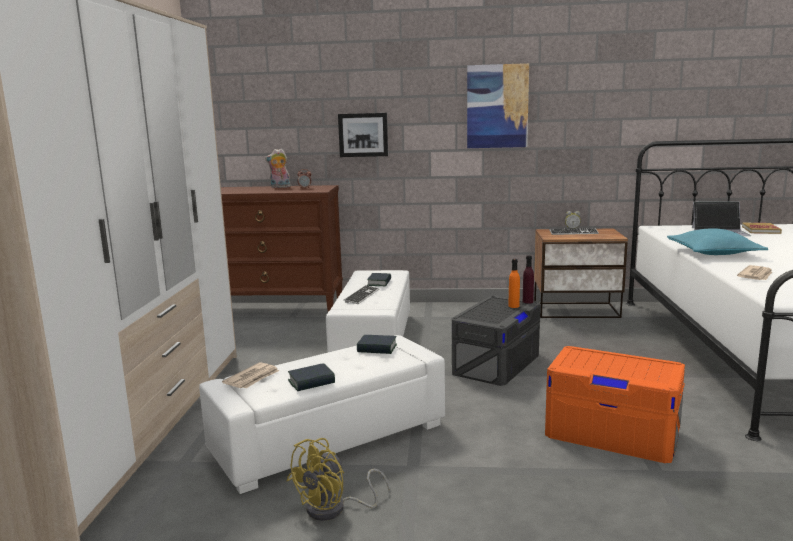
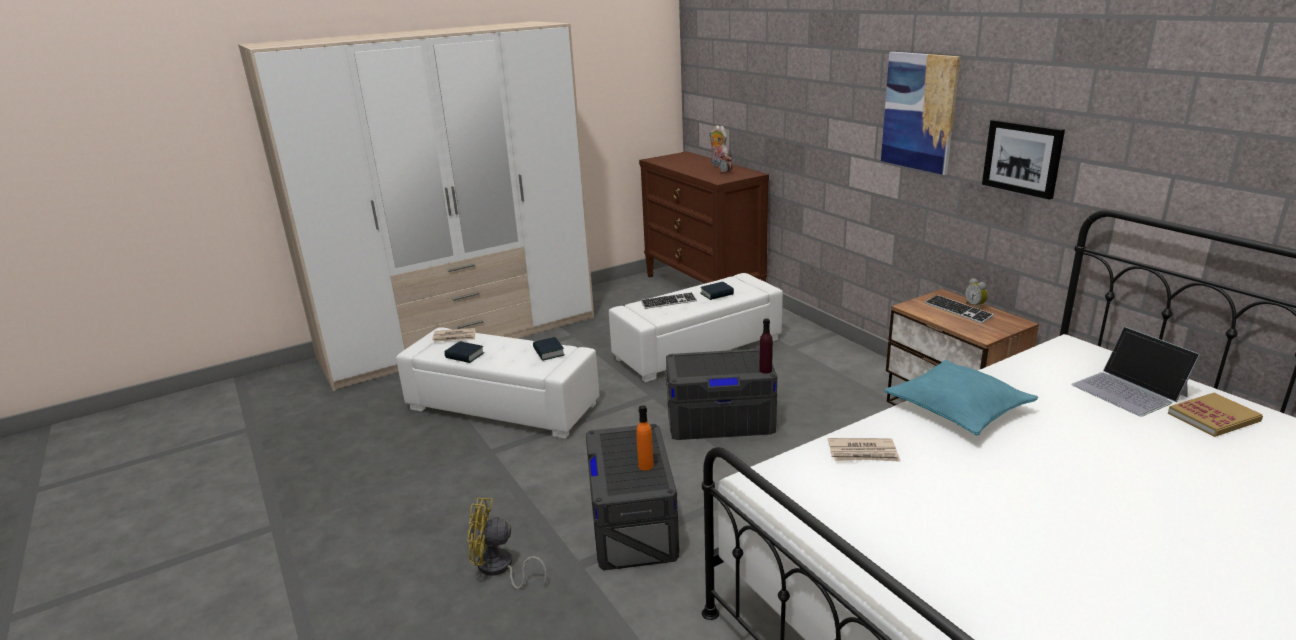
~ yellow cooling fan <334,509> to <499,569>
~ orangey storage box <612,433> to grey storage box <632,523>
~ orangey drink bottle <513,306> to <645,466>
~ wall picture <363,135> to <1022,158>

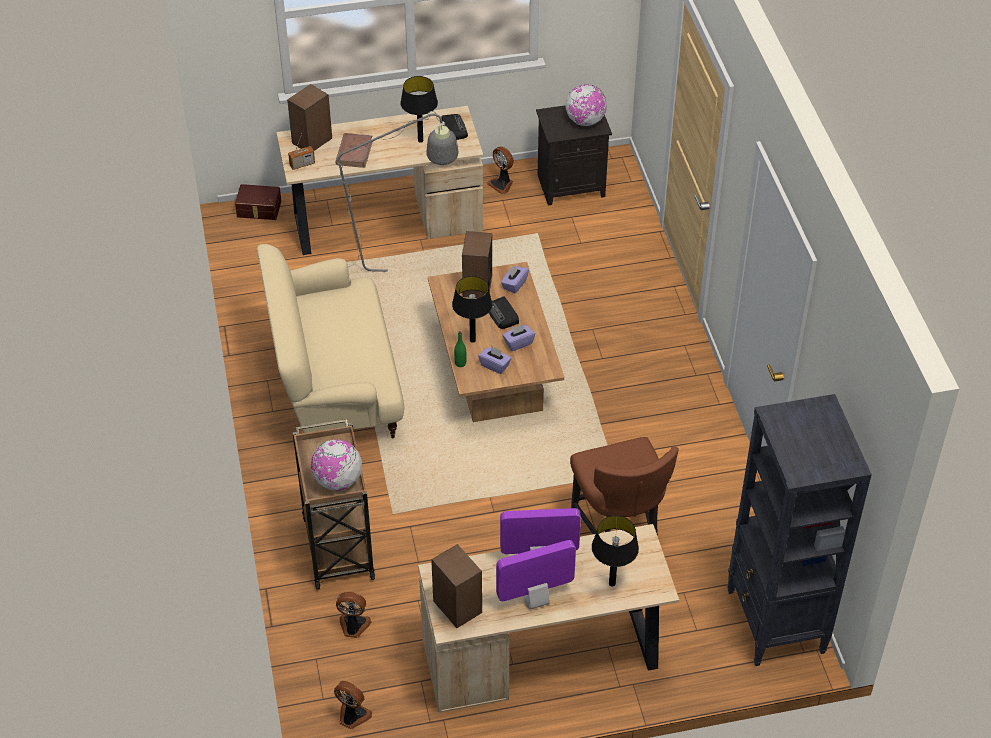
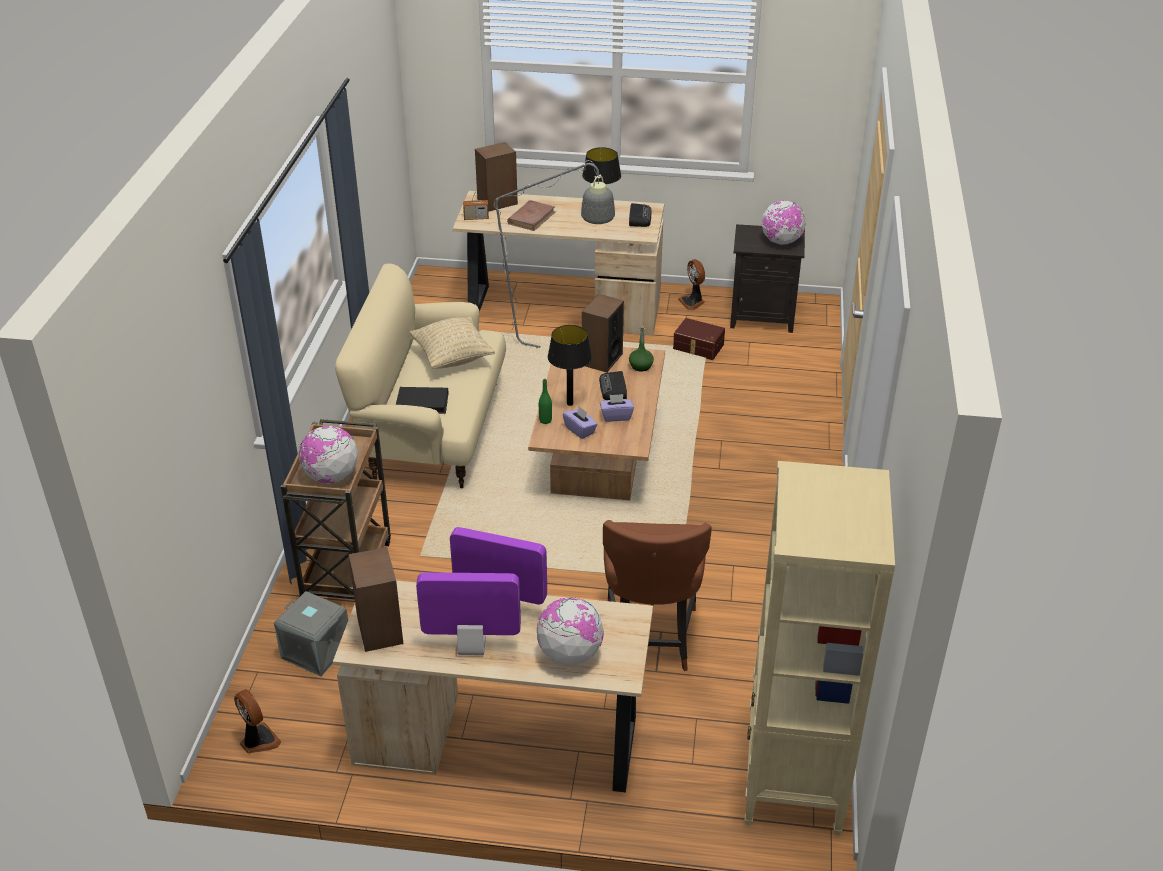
~ cooling fan <353,626> to grey storage box <315,651>
+ black-coloured book <422,403>
+ beige cushion <452,358>
~ black-coloured lamp for a table <612,583> to world globe <570,654>
~ purple-coloured tissue box <514,284> to green-coloured drink bottle <641,366>
~ brown-coloured storage box <259,209> to <698,347>
~ black-coloured bookcase <775,622> to beige bookcase <792,782>

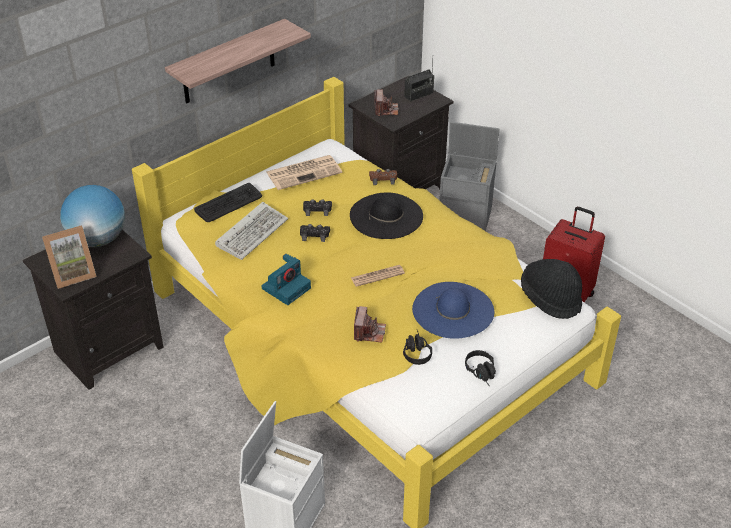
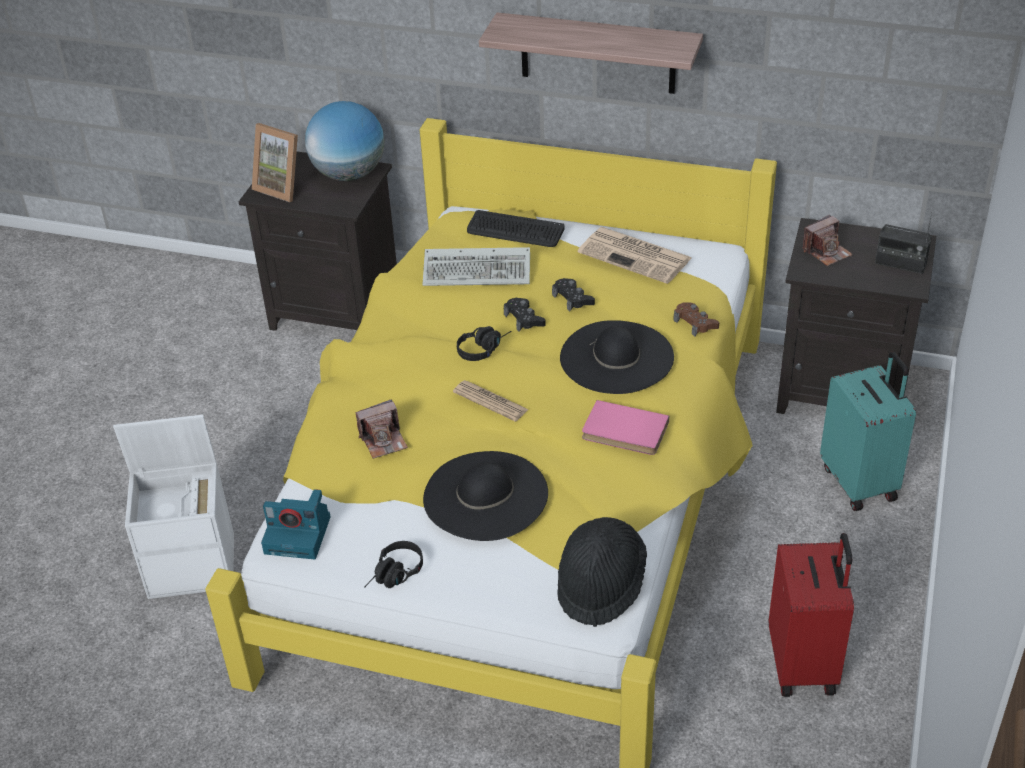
~ still camera <286,287> to <299,534>
~ blue clothing hat <453,310> to black-coloured clothing hat <485,495>
~ black-coloured headset <415,351> to <484,348>
+ pink book <624,432>
~ grey storage box <466,216> to turquoise-coloured travel case <860,482>

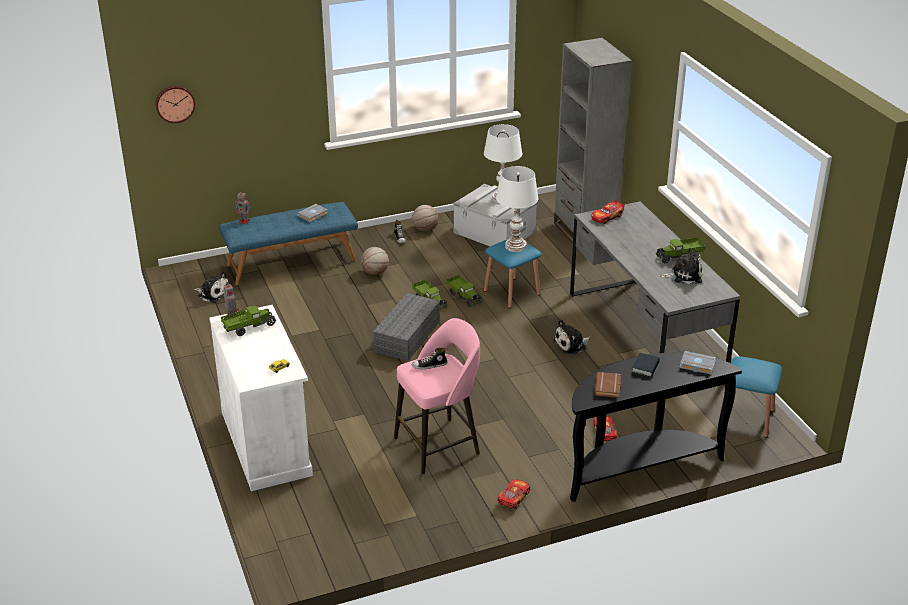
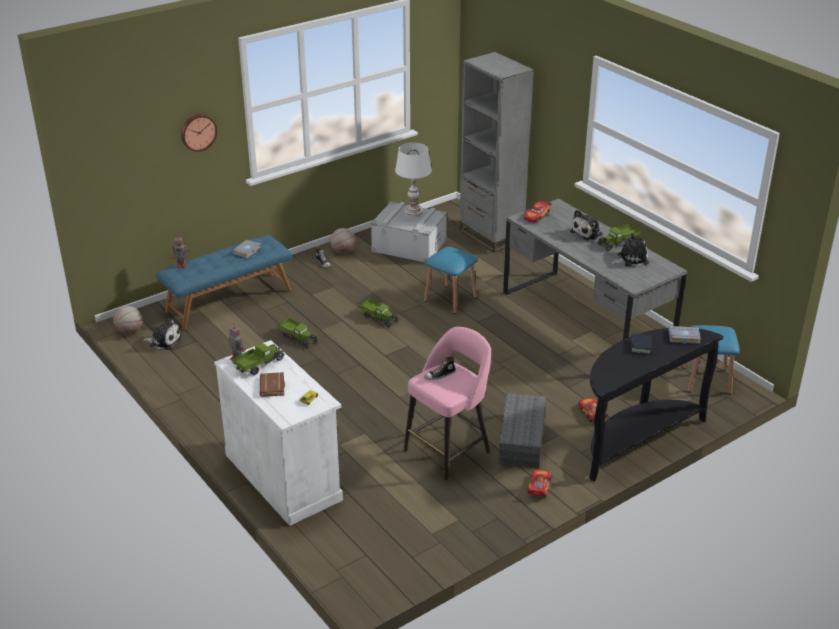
~ ball for basketball <375,272> to <130,331>
~ clock on the wall <175,103> to <198,132>
~ brown-coloured book <608,388> to <273,387>
~ model truck <464,297> to <298,338>
~ grey storage box <407,335> to <521,439>
~ plush toy <571,345> to <588,233>
- whitish lamp for a table <515,246>

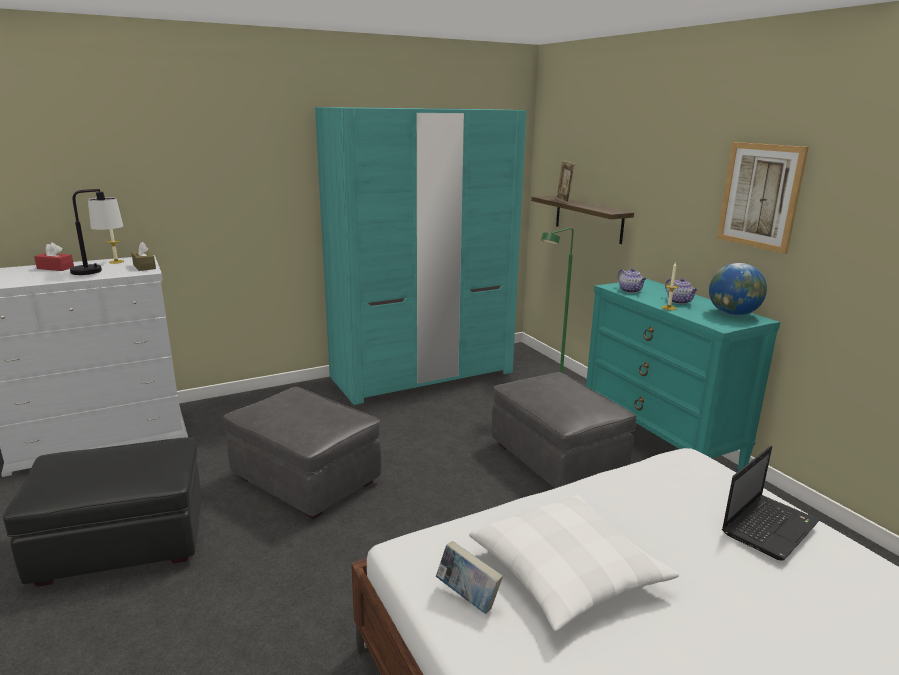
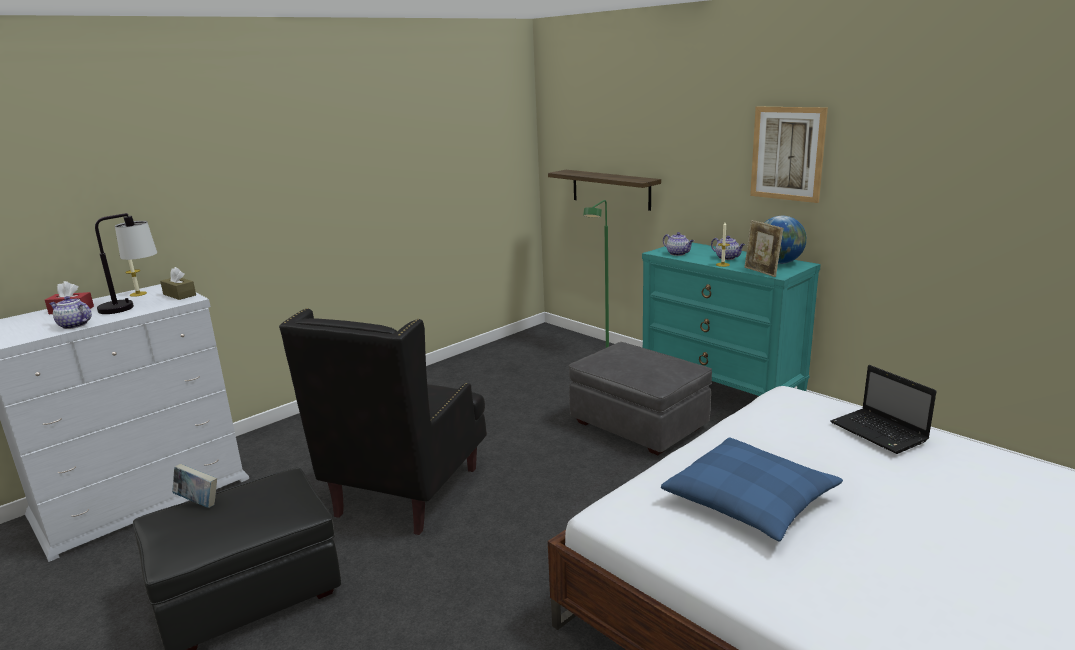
+ teapot <73,325>
~ book <467,597> to <198,502>
~ grey pouffe <305,480> to black-coloured armchair <407,493>
~ whitish cushion <567,572> to blue cushion <750,501>
~ standing frame <564,201> to <761,272>
~ portable computer <769,526> = <880,433> 120 degrees clockwise
- turquoise-coloured clothes cupboard <422,375>

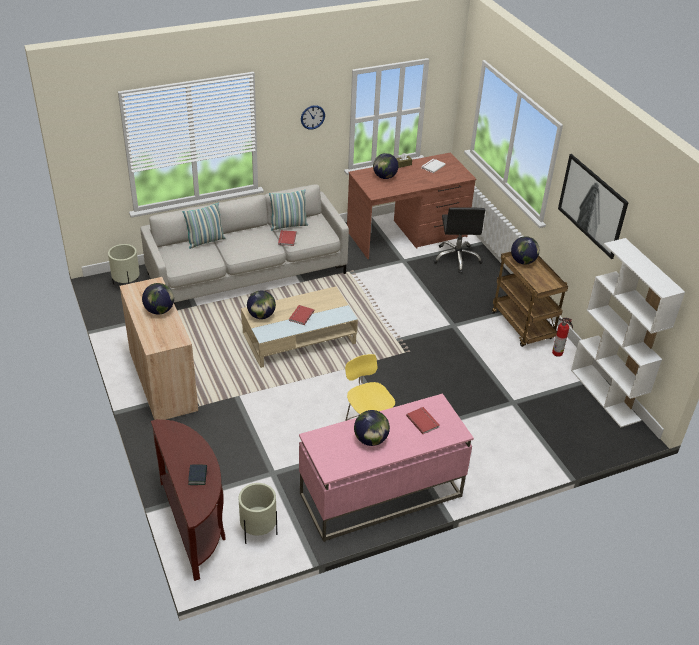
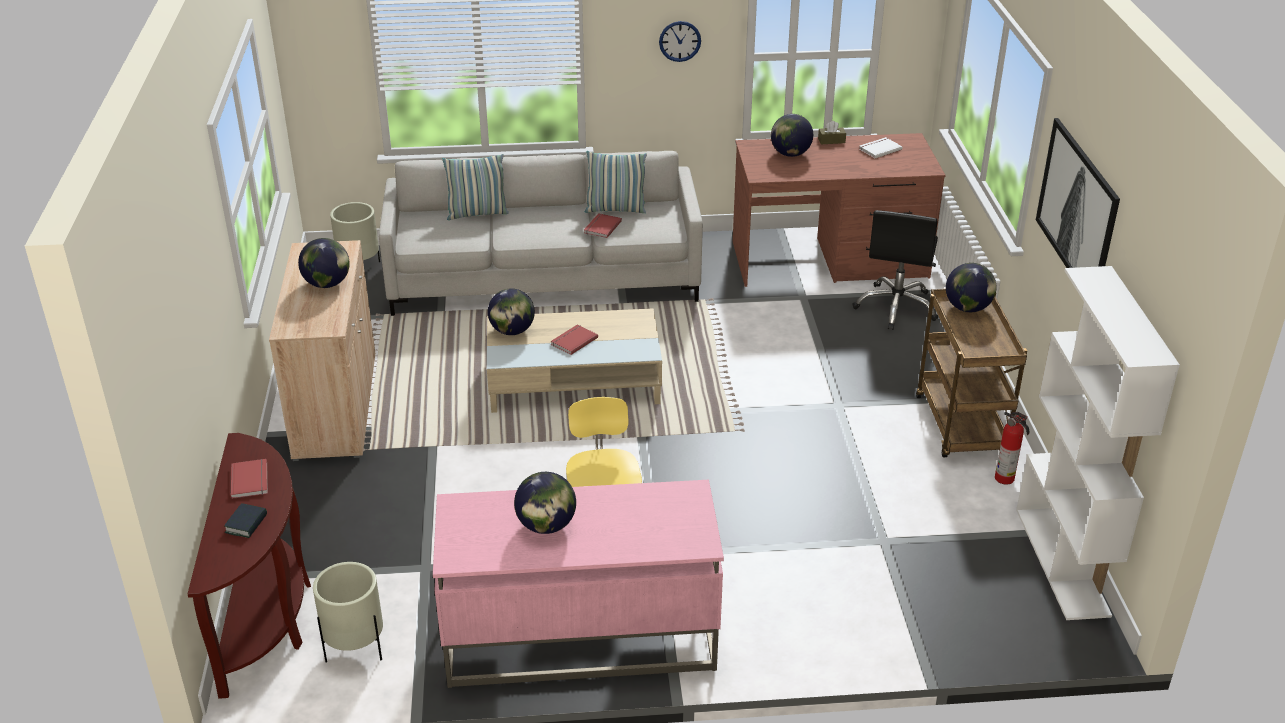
~ red-coloured book <423,421> to <251,480>

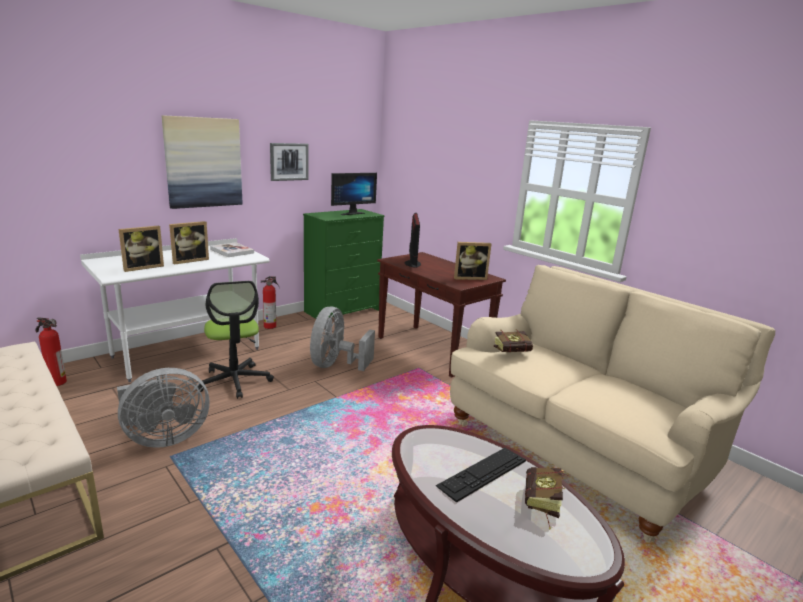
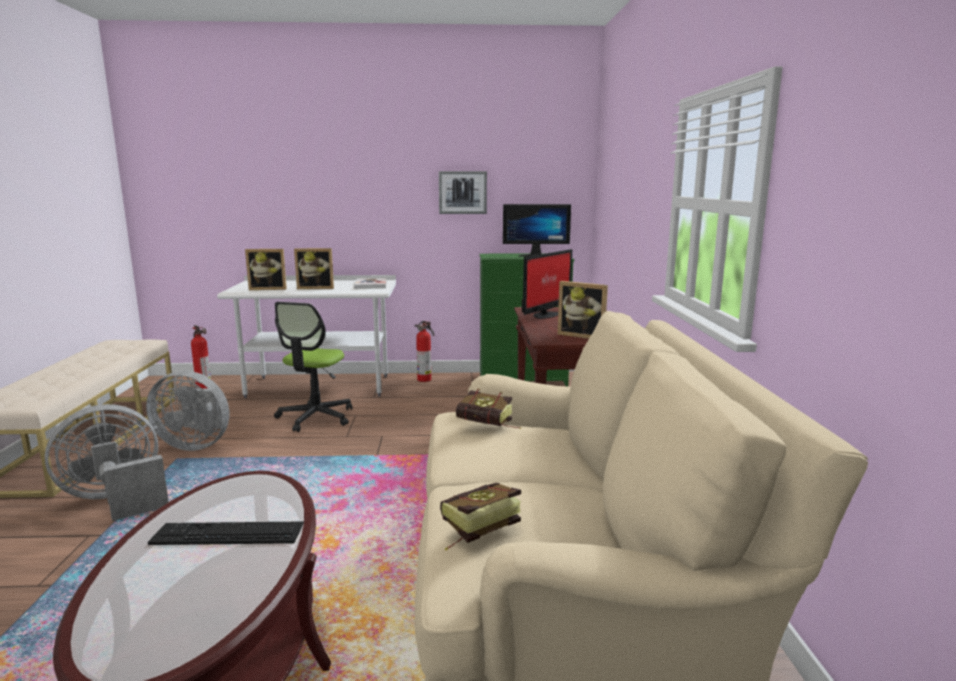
~ grey cooling fan <335,365> to <116,500>
~ book <541,506> to <474,530>
- wall picture <203,162>

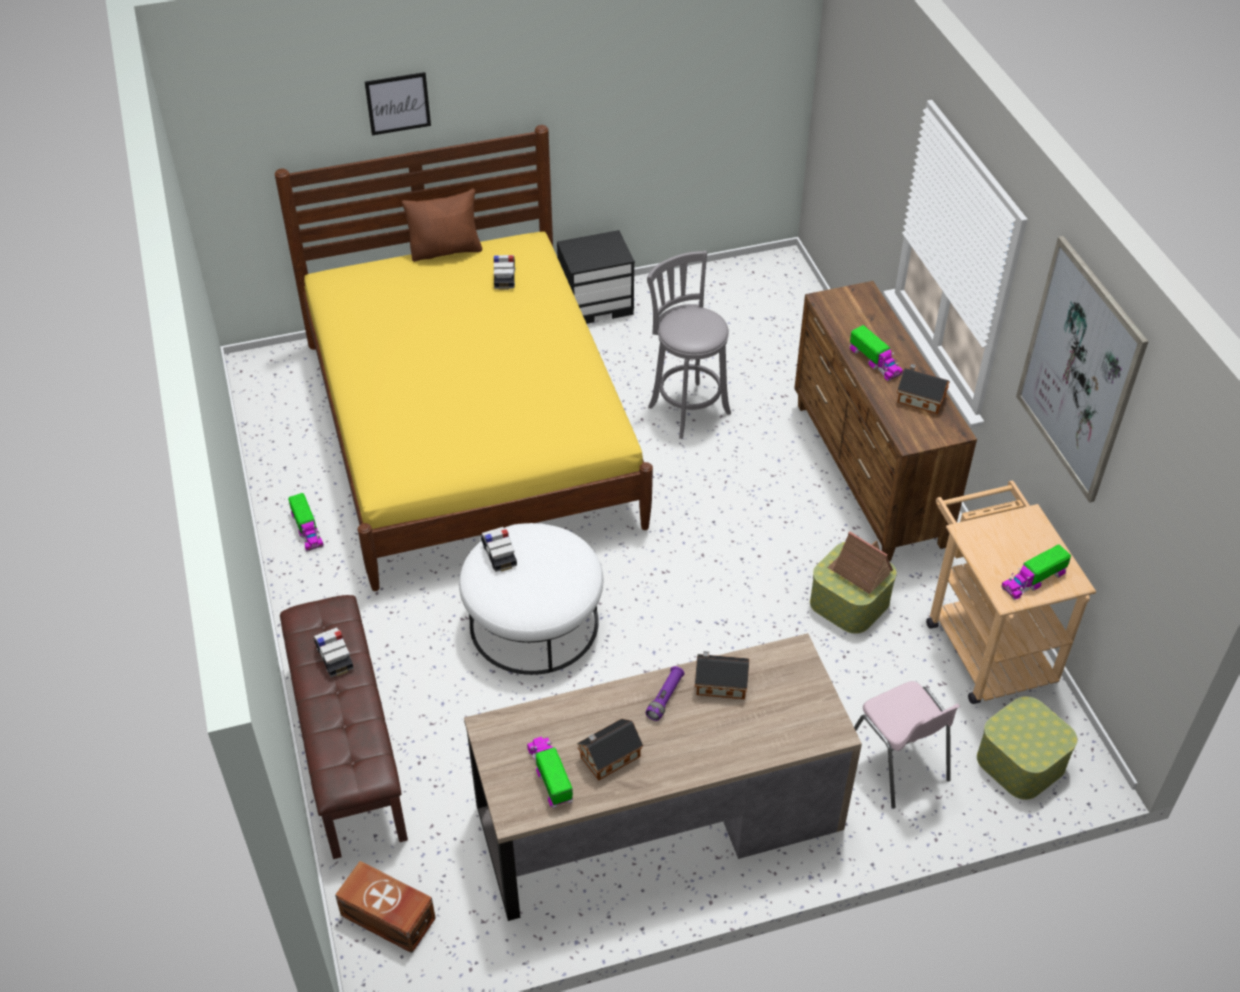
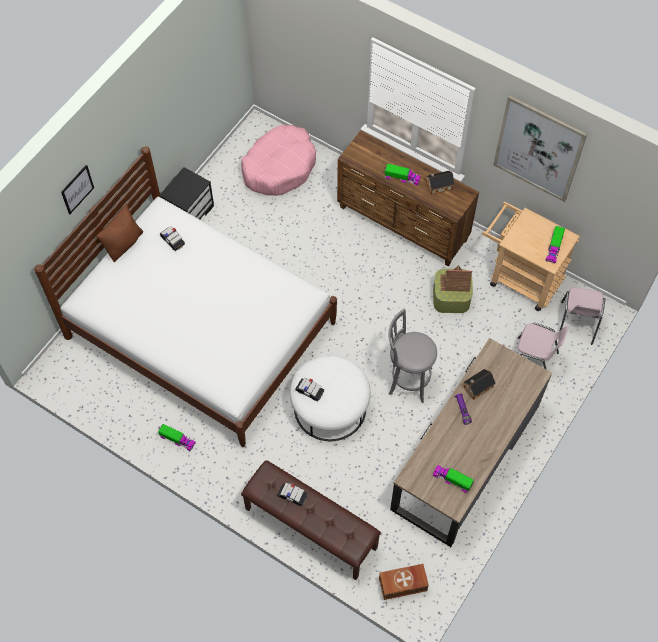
~ yellow bed <470,432> to whitish bed <201,330>
+ pink pet bed <279,167>
~ grey stool <687,407> to <407,380>
~ storage box <1021,761> to pink plain chair <576,323>
- model house <607,757>

